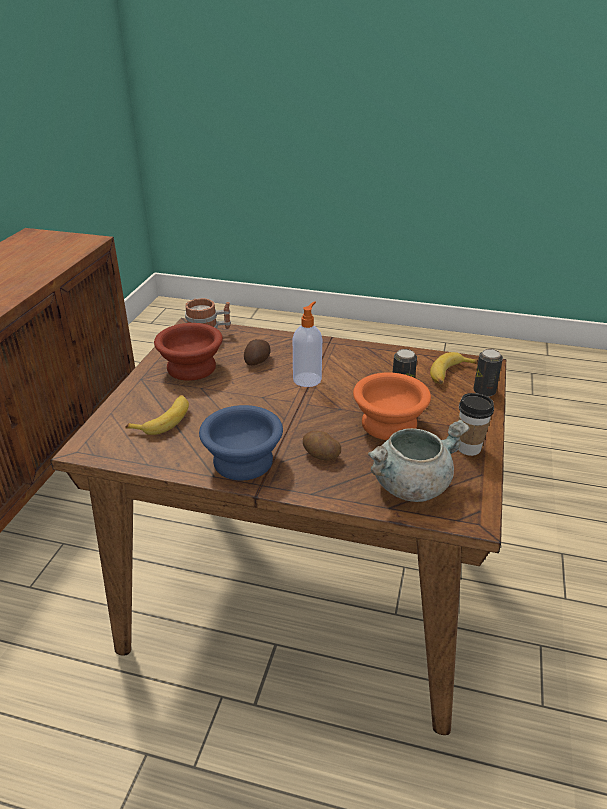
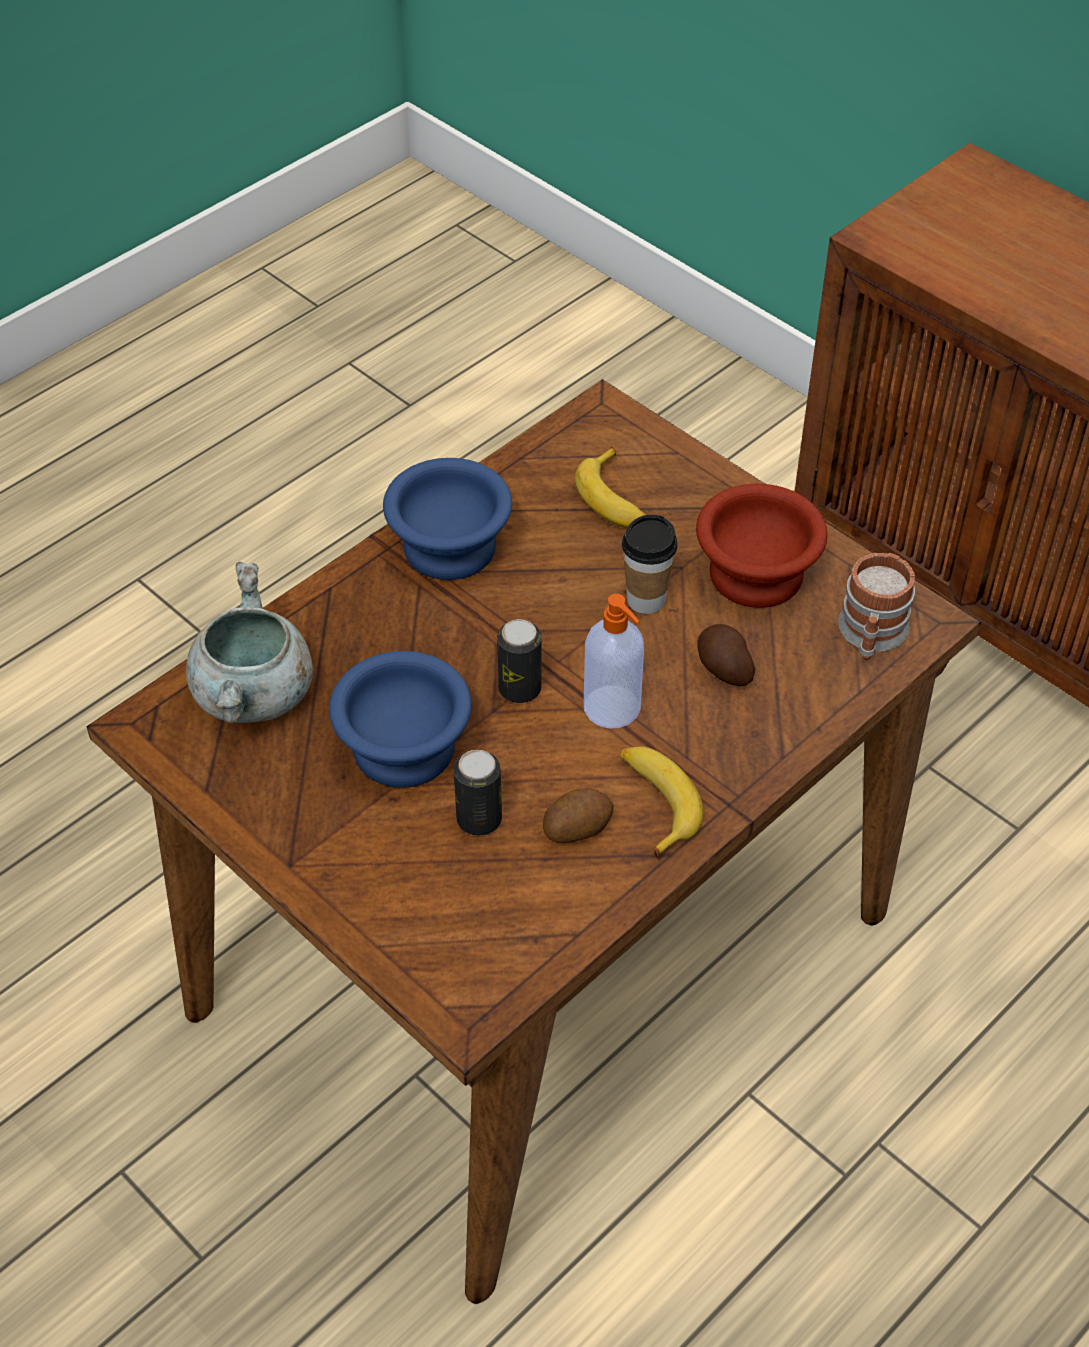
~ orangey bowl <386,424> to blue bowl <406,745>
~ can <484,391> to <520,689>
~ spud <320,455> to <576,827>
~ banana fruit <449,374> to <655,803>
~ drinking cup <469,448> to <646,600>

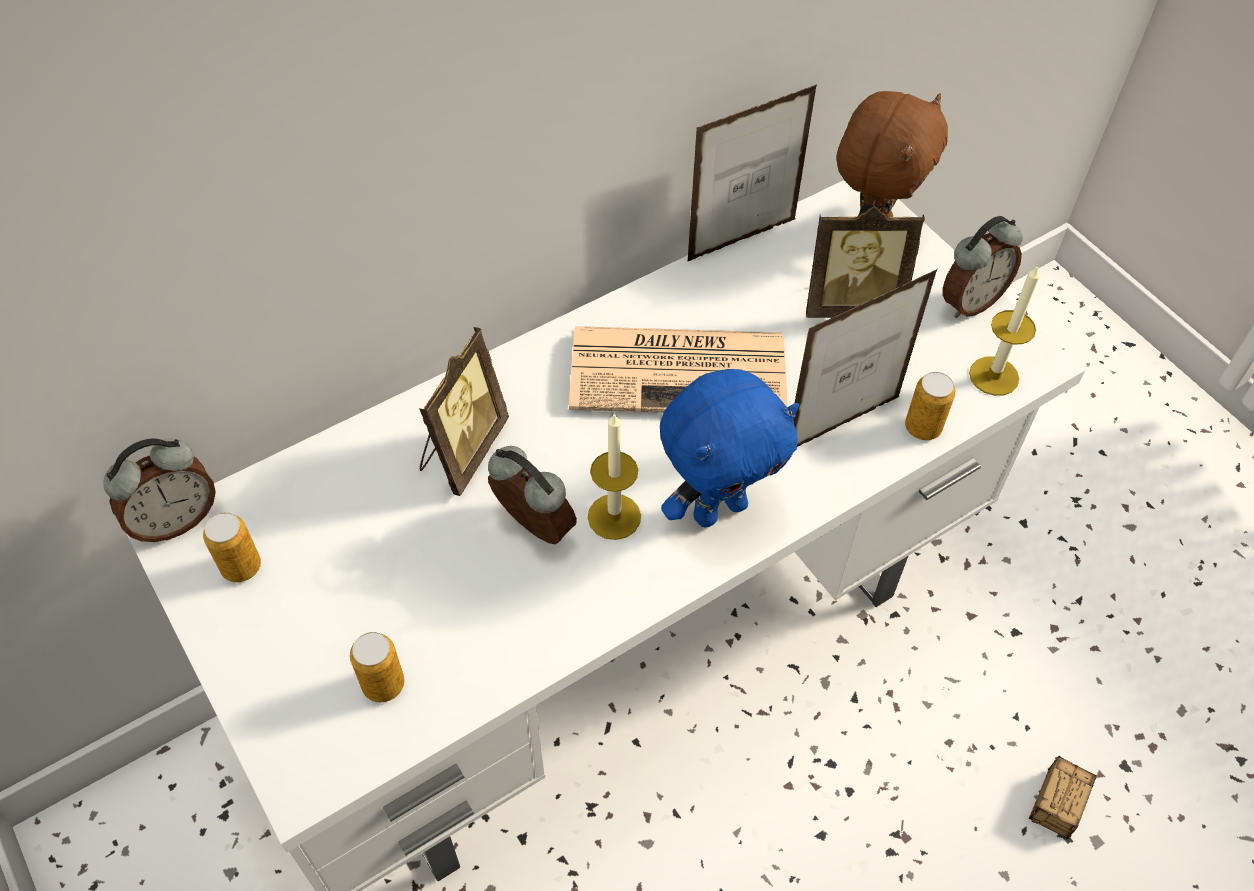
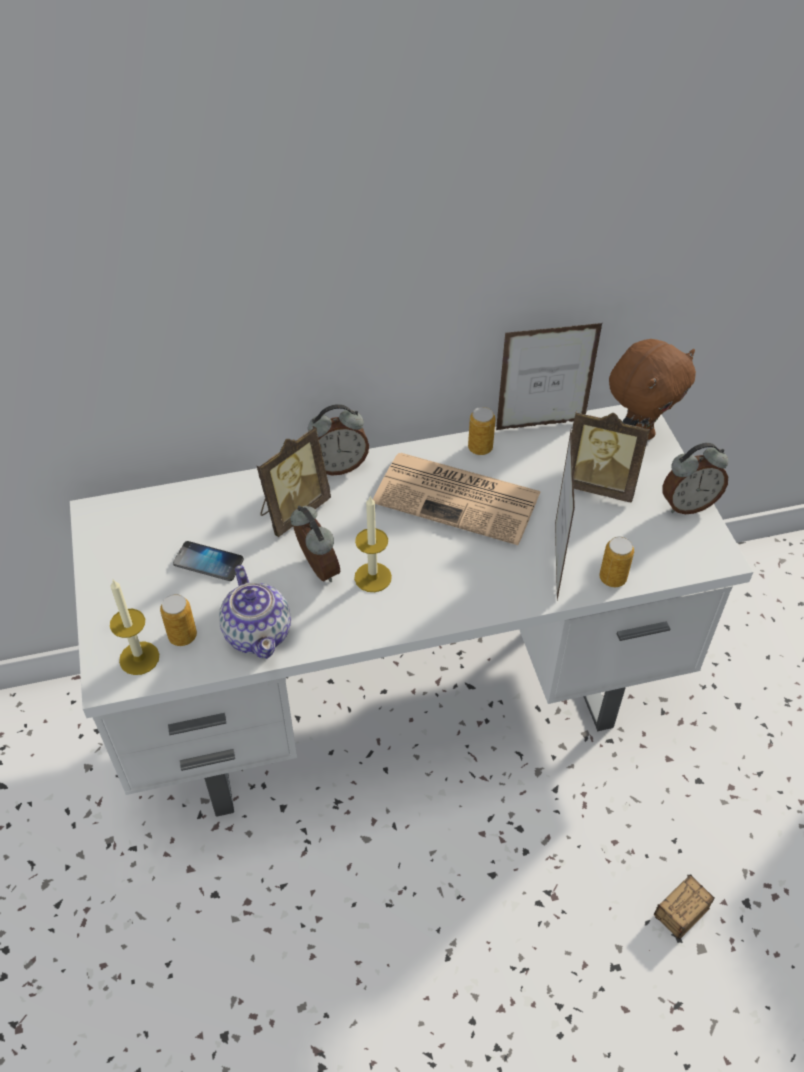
~ candle <994,376> to <139,658>
+ telephone <208,562>
+ teapot <258,632>
~ alarm clock <175,520> to <338,466>
~ can <241,567> to <480,448>
~ standing frame <842,424> = <556,561> 105 degrees clockwise
- blue plush toy <719,508>

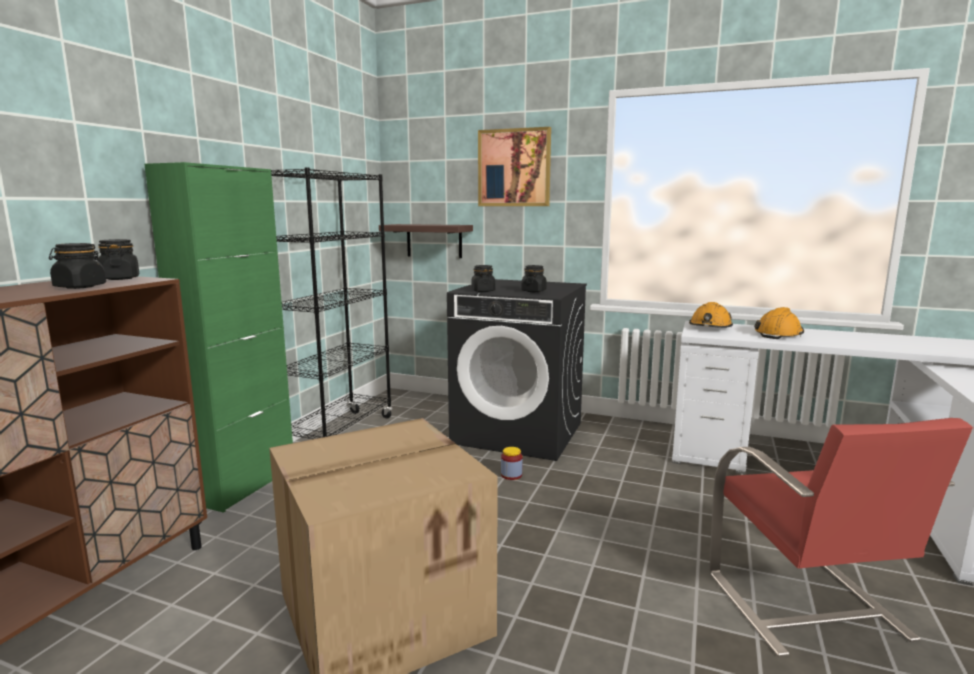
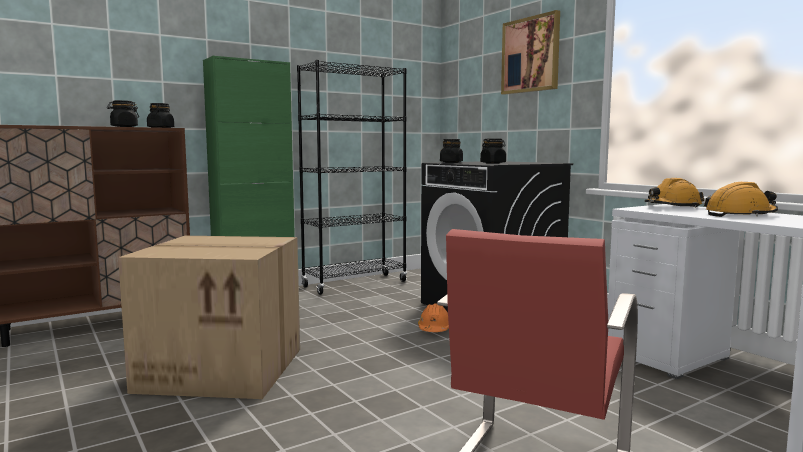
~ preserve jar <511,475> to orangey safety helmet <434,329>
- wall shelf <434,240>

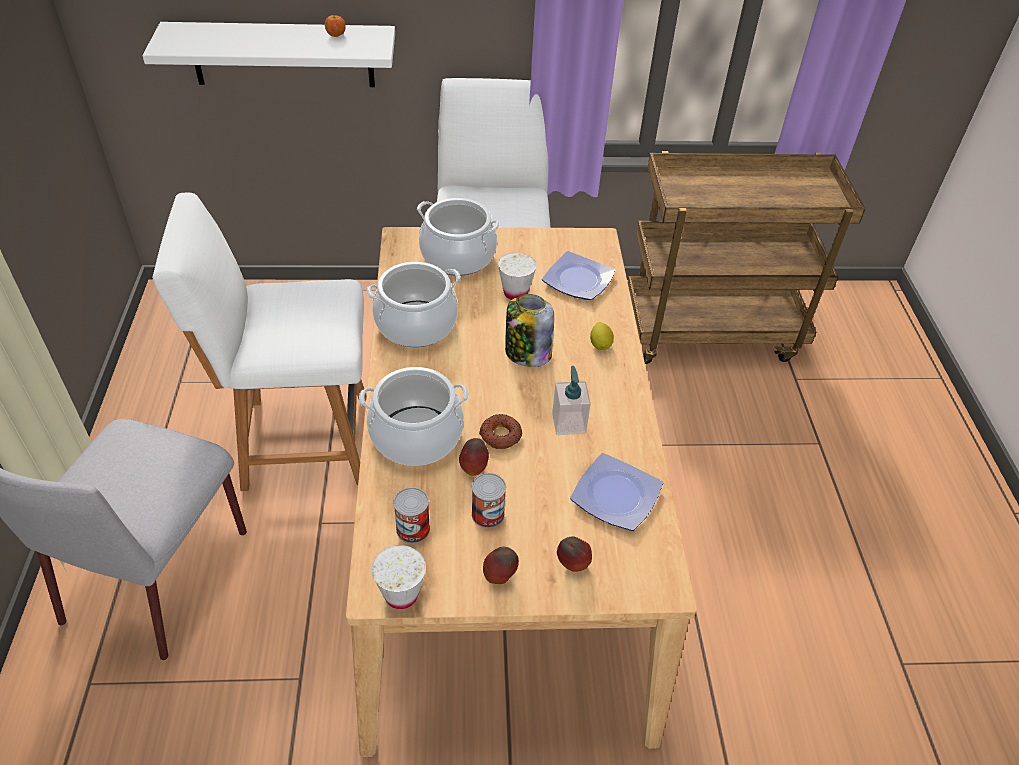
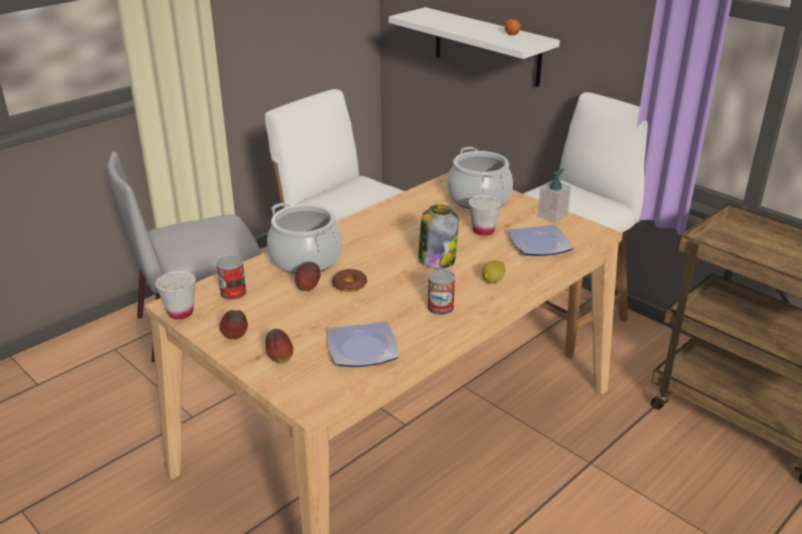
~ can <488,514> to <440,307>
~ soap bottle <568,423> to <552,216>
- saucepot <416,324>

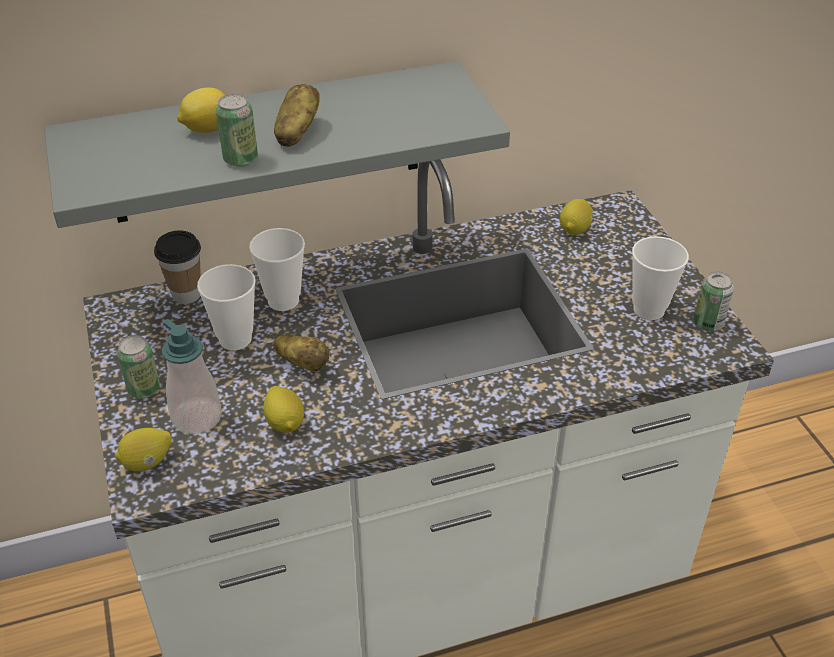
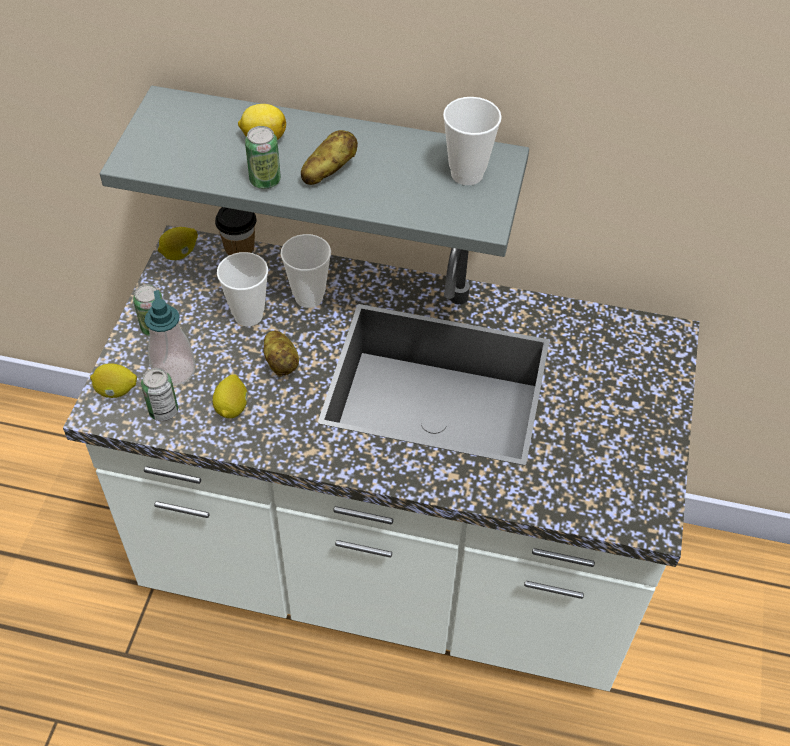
~ can <708,323> to <163,411>
~ lemon <575,229> to <180,254>
~ drinking cup <649,309> to <467,174>

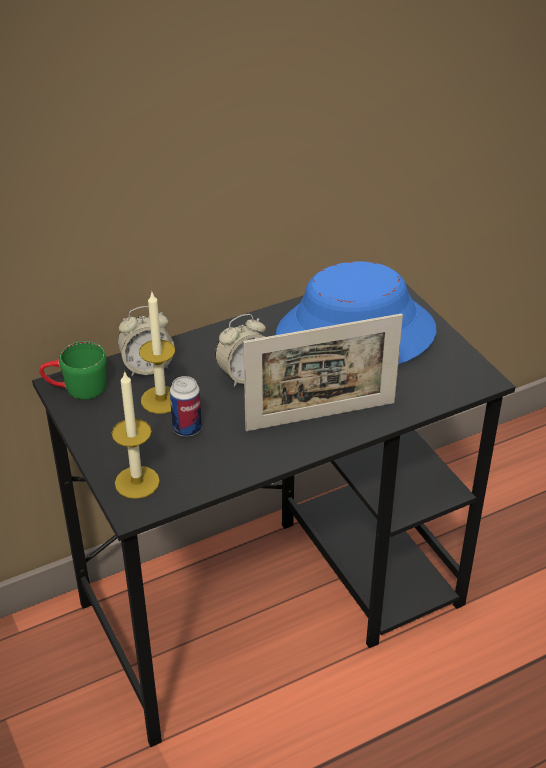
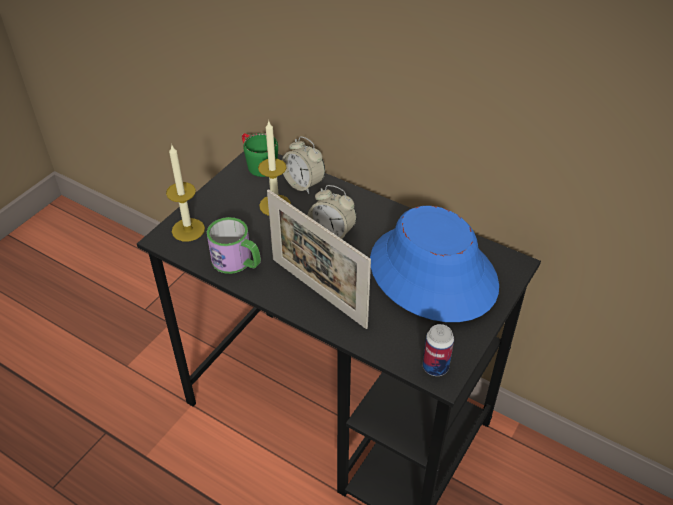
+ coffee mug <237,262>
~ can <187,429> to <435,367>

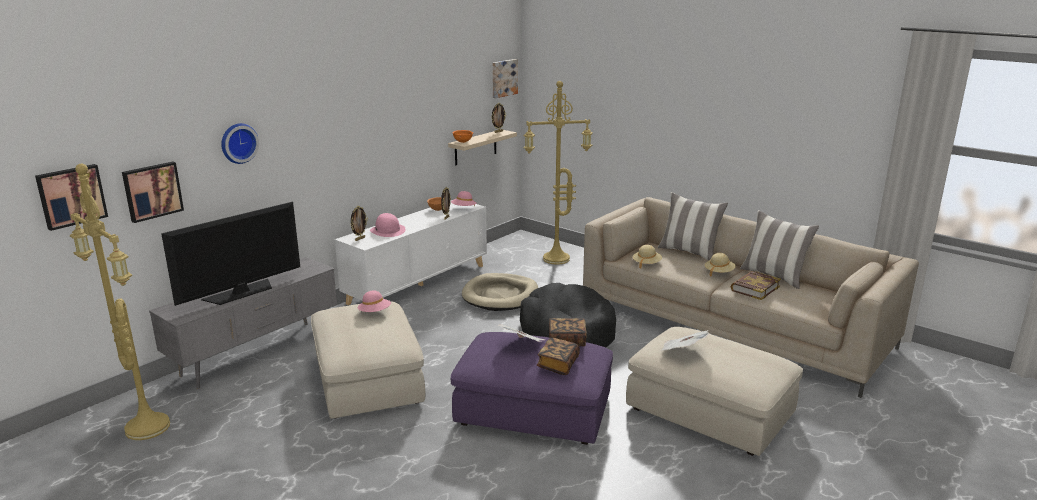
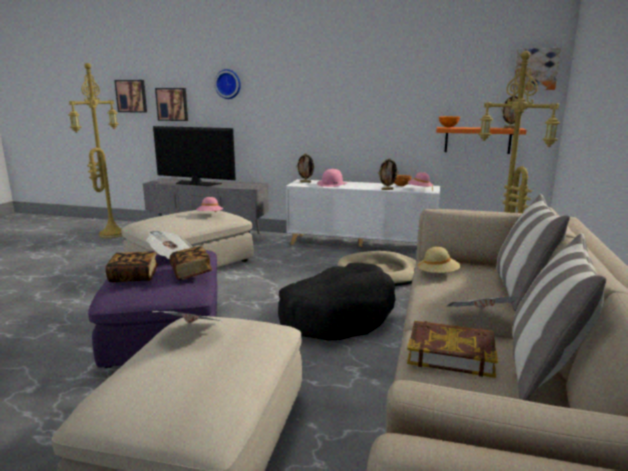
~ beige wall shelf <475,147> to orangey wall shelf <477,140>
~ beige clothing hat <719,272> to daily paper <478,319>

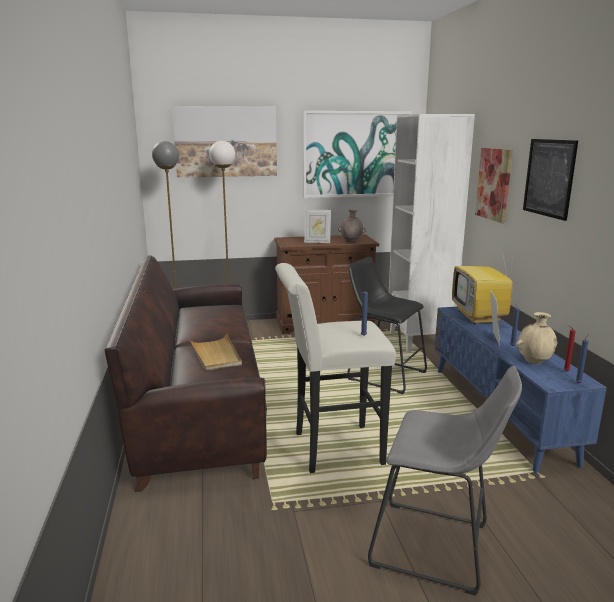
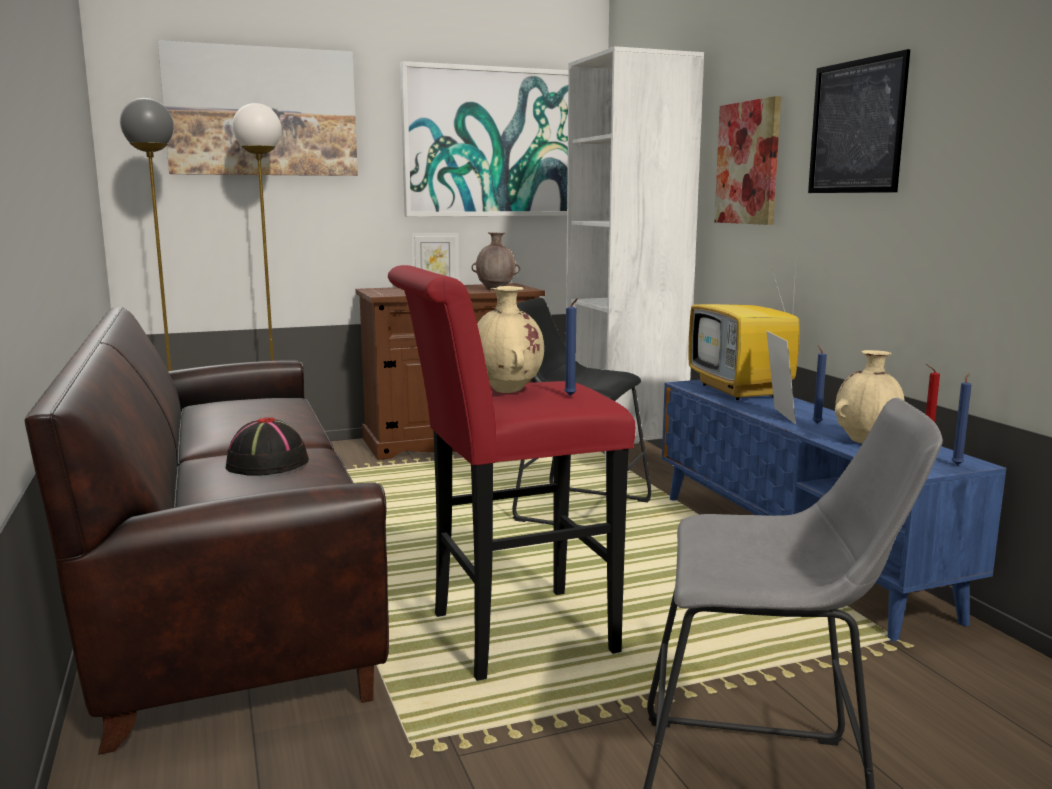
~ beige serving tray <215,355> to black-coloured clothing hat <267,465>
~ whitish stool <331,449> to red-coloured stool <509,635>
+ beige decorative vase <508,391>

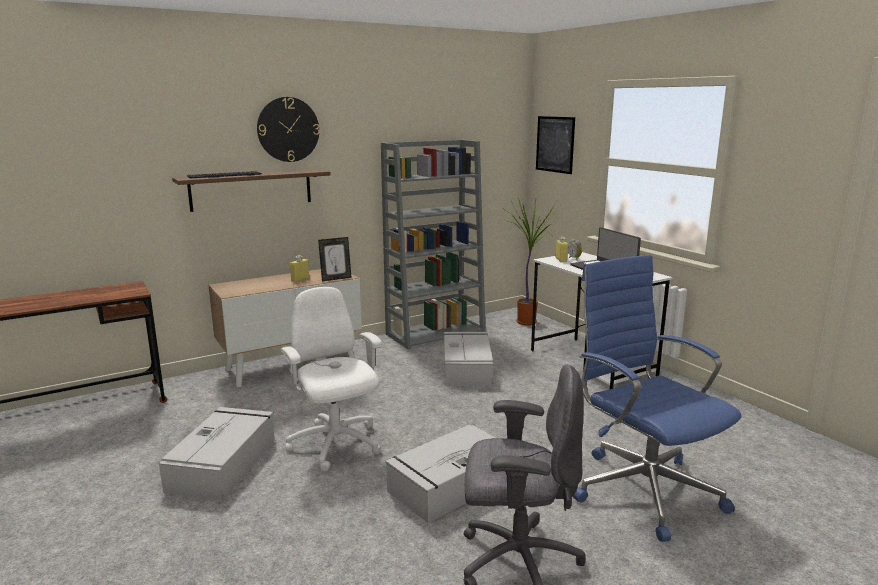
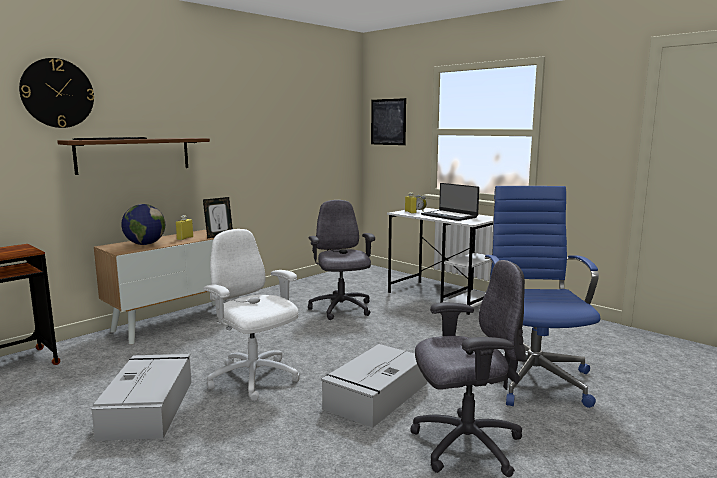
~ clock on the wall <288,129> to <57,93>
+ world globe <145,244>
~ grey storage box <466,368> to grey office chair <341,309>
~ blue office chair <643,488> = <532,378> 45 degrees clockwise
- grey bookcase <436,333>
- houseplant <525,322>

